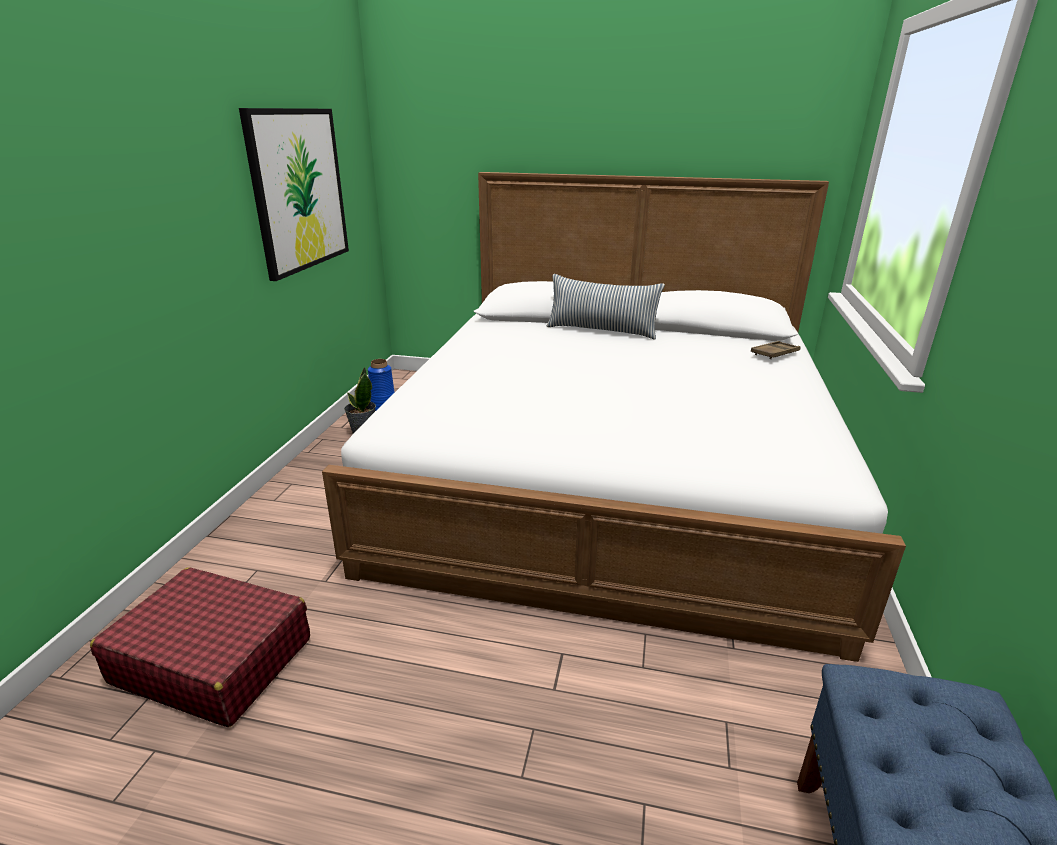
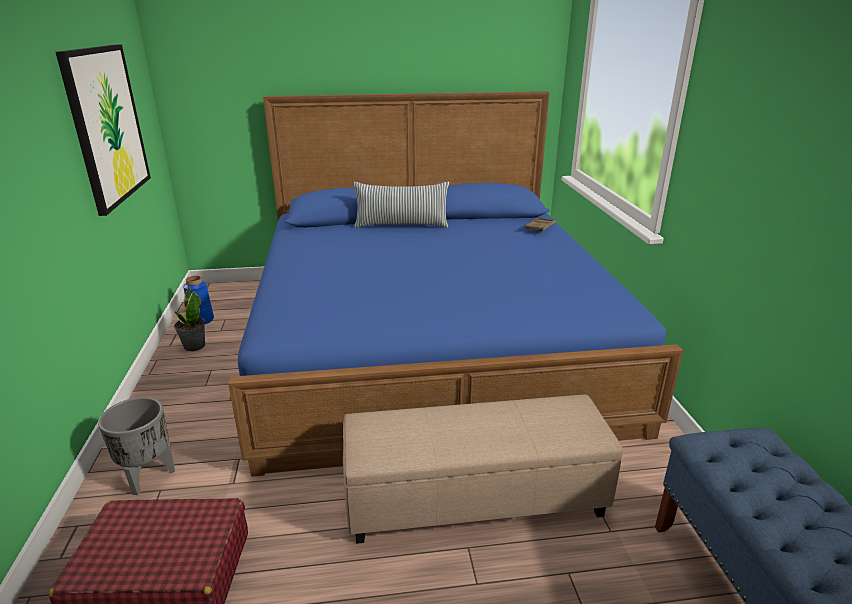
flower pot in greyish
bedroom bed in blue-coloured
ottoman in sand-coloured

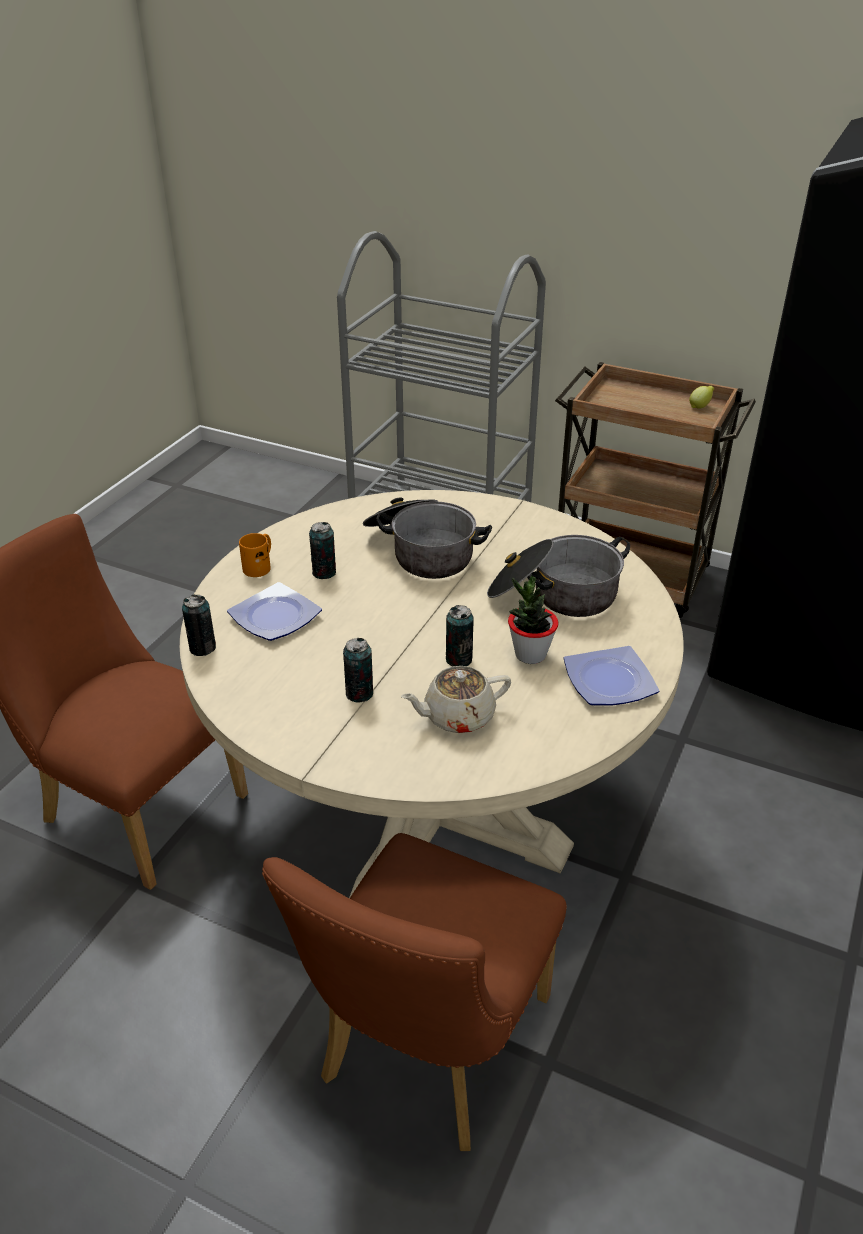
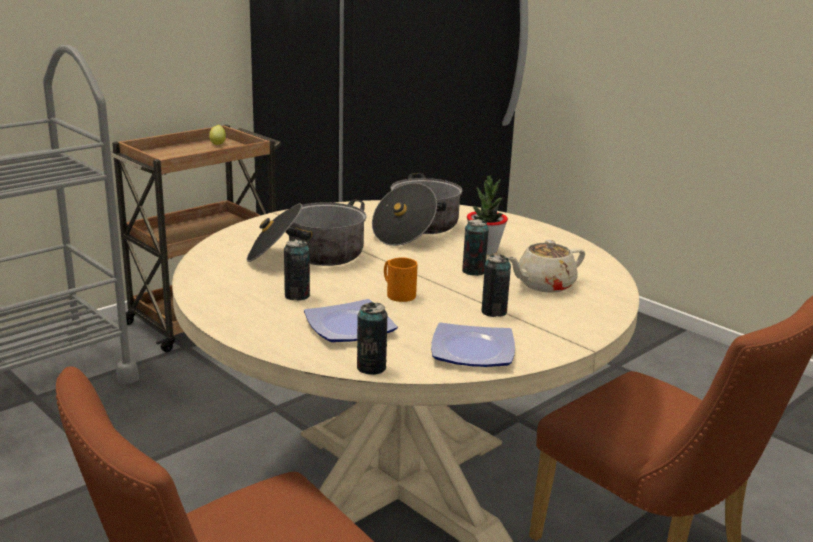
mug in orange
flat dish (no. 2 from left)
tea pot in sand-coloured

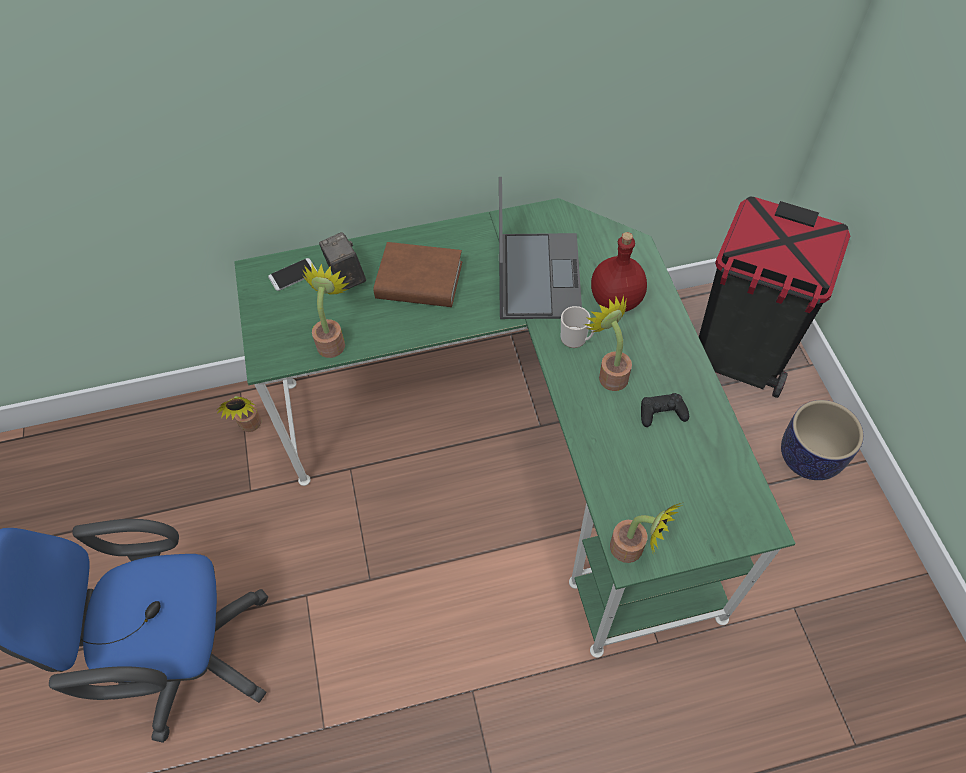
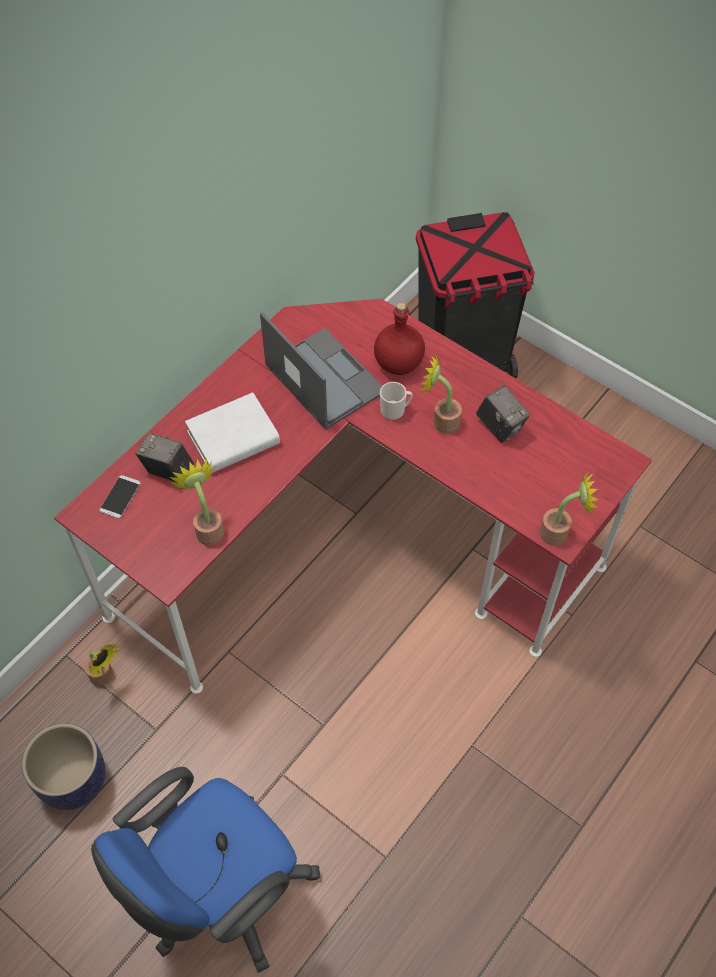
flower pot
desk in red-coloured
book in whitish
photo camera (no. 2 from left)

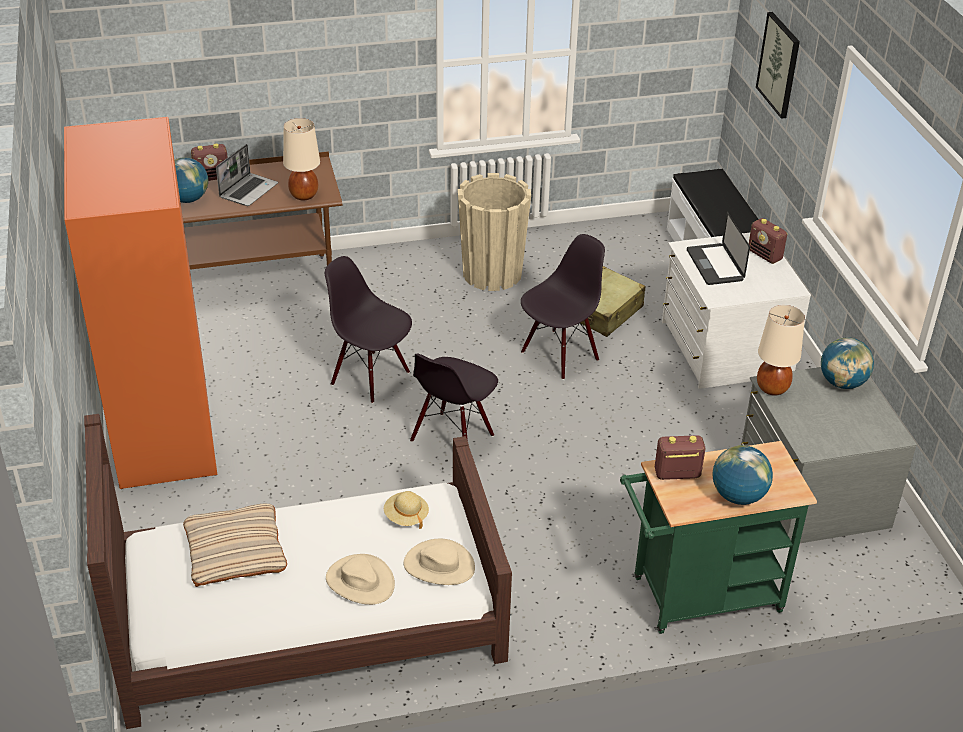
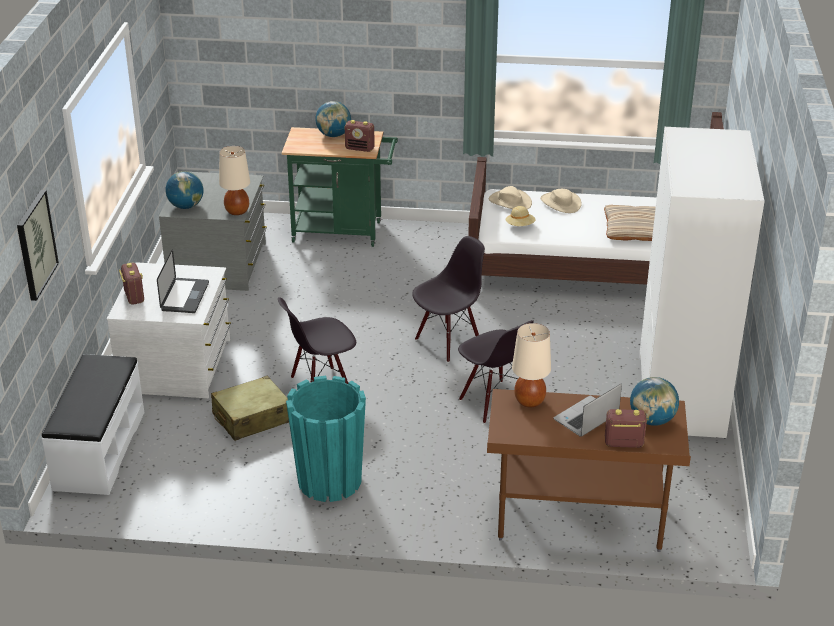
flower pot in turquoise-coloured
armoire in whitish

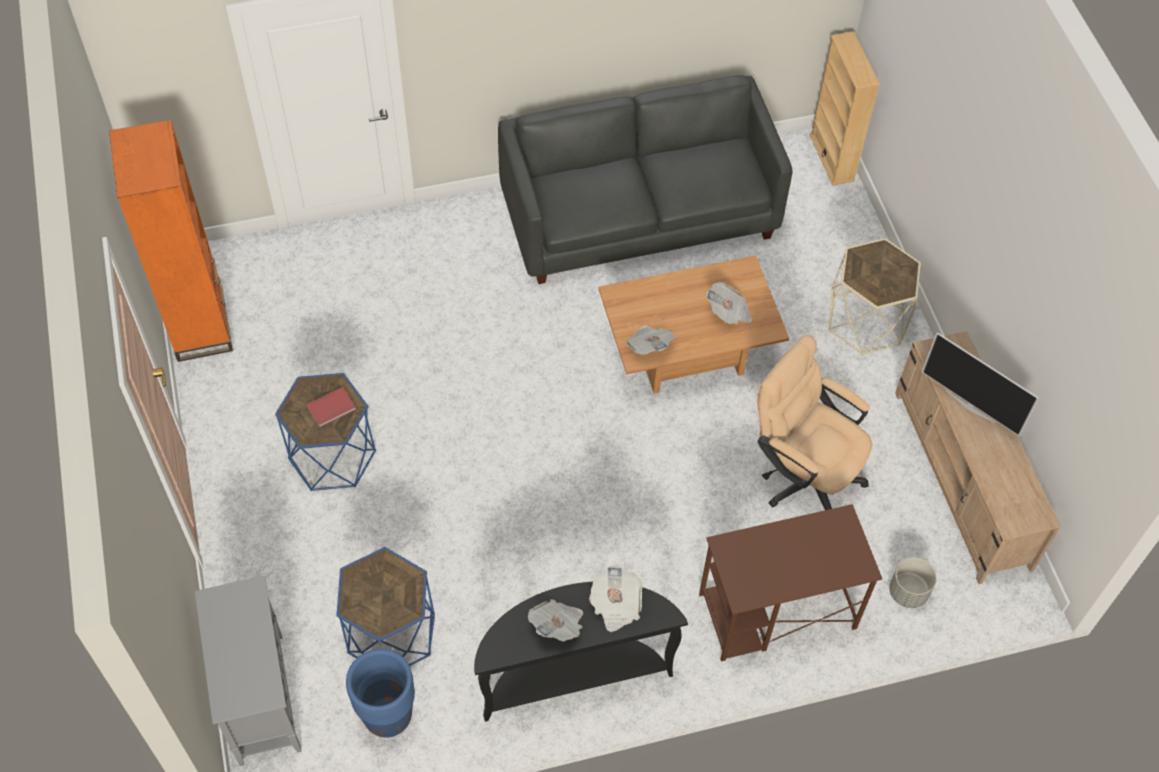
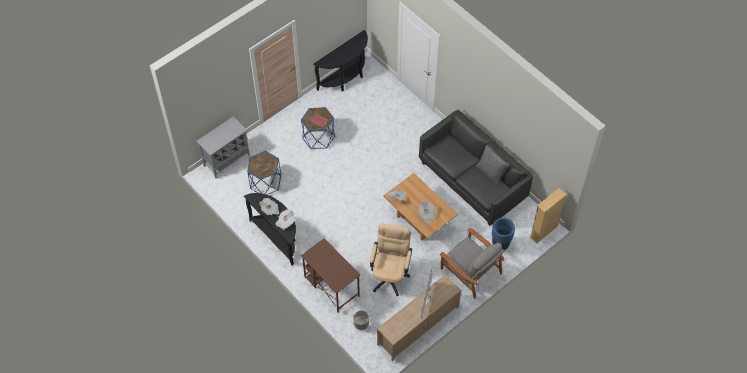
narrow table in black (no. 2 from left)
easy chair in greyish
cushion in greyish
flower pot in blue-coloured

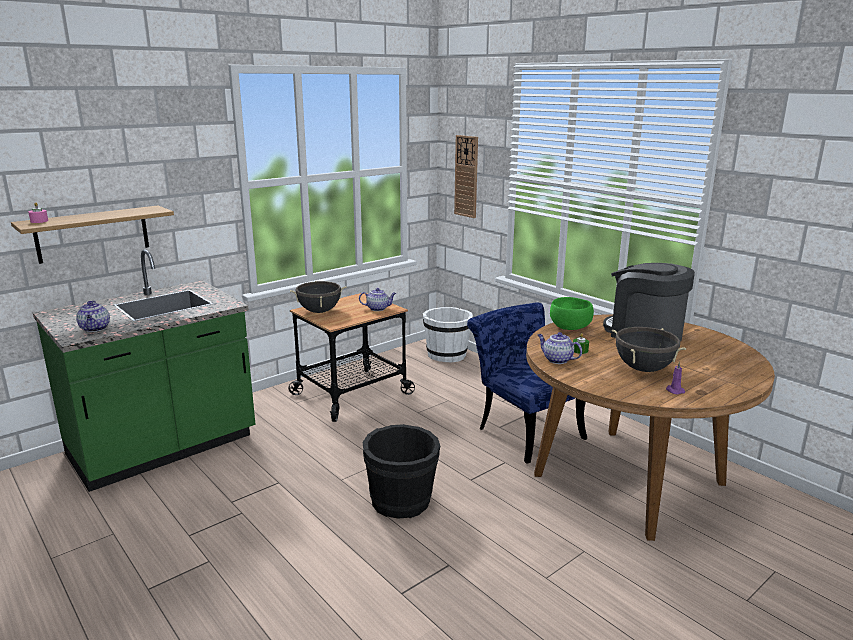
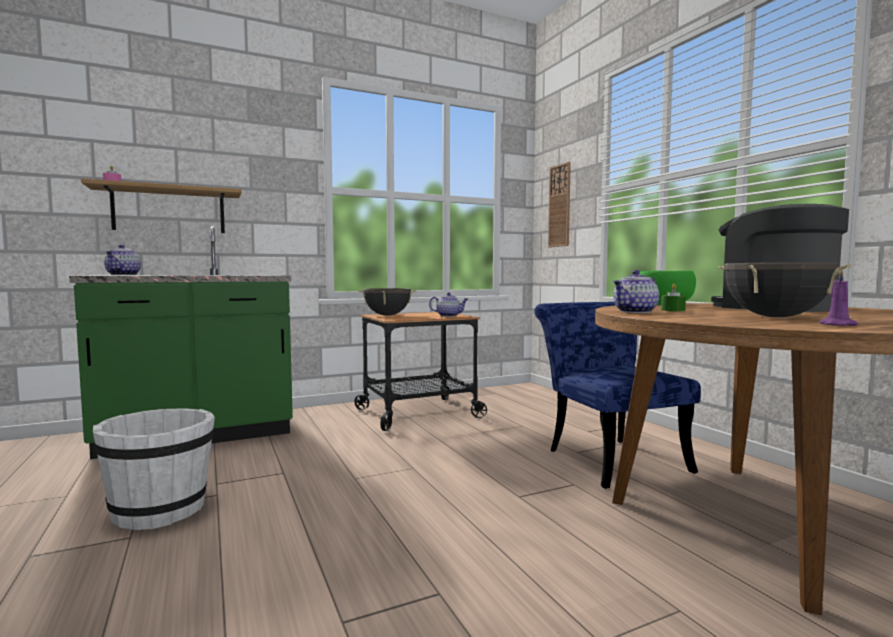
water bucket in whitish
tea pot (no. 3 from left)
water bucket in black

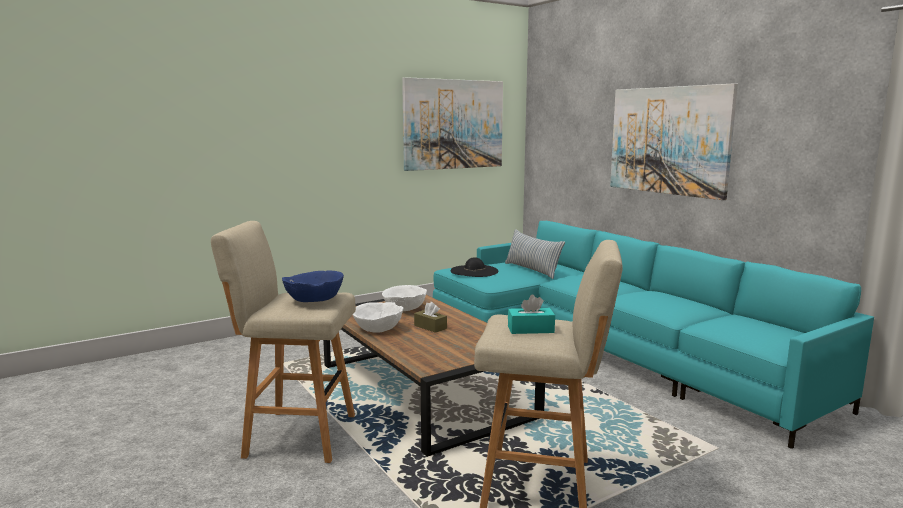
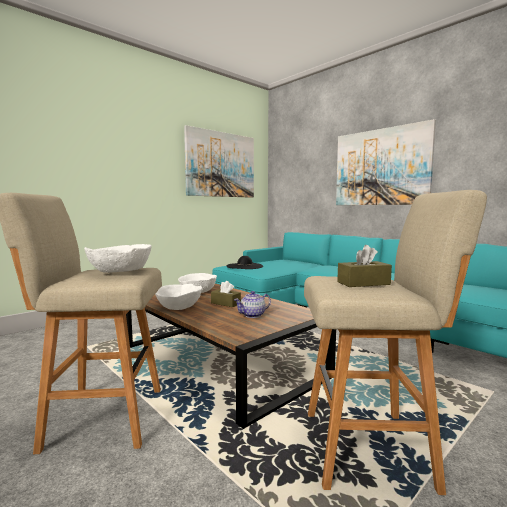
bowl in whitish (no. 1 from left)
tea pot
tissue holder in brown-coloured (no. 2 from left)
cushion

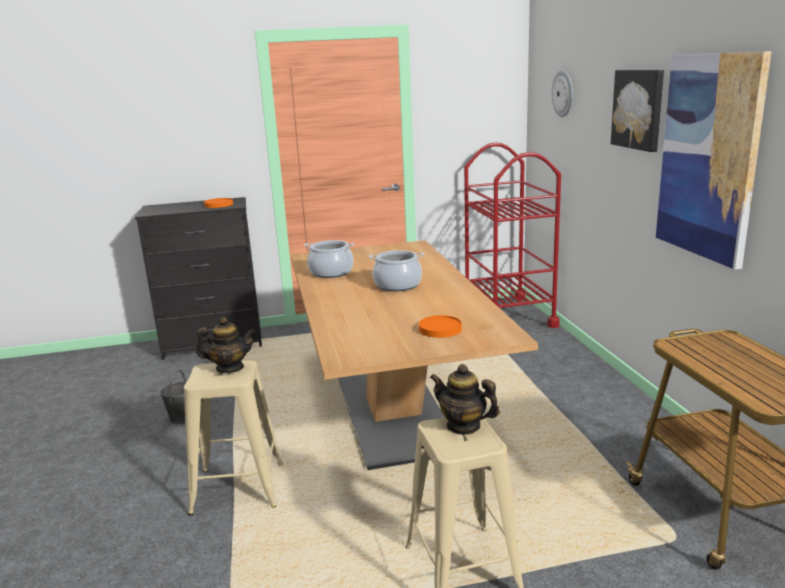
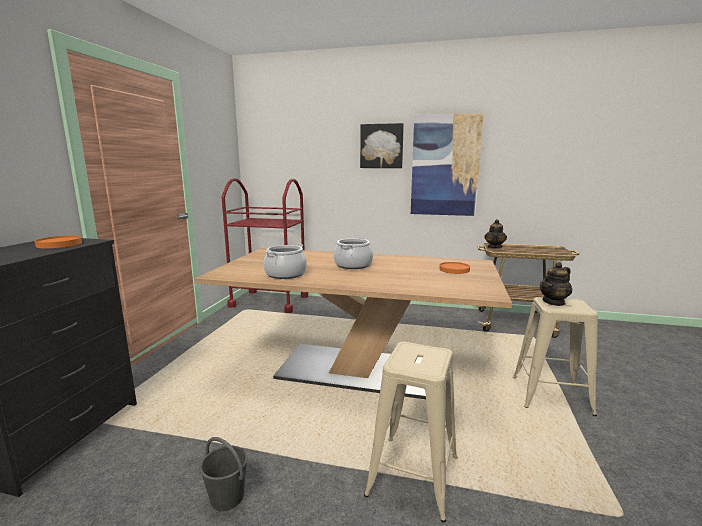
tea pot (no. 1 from left)
hanging clock

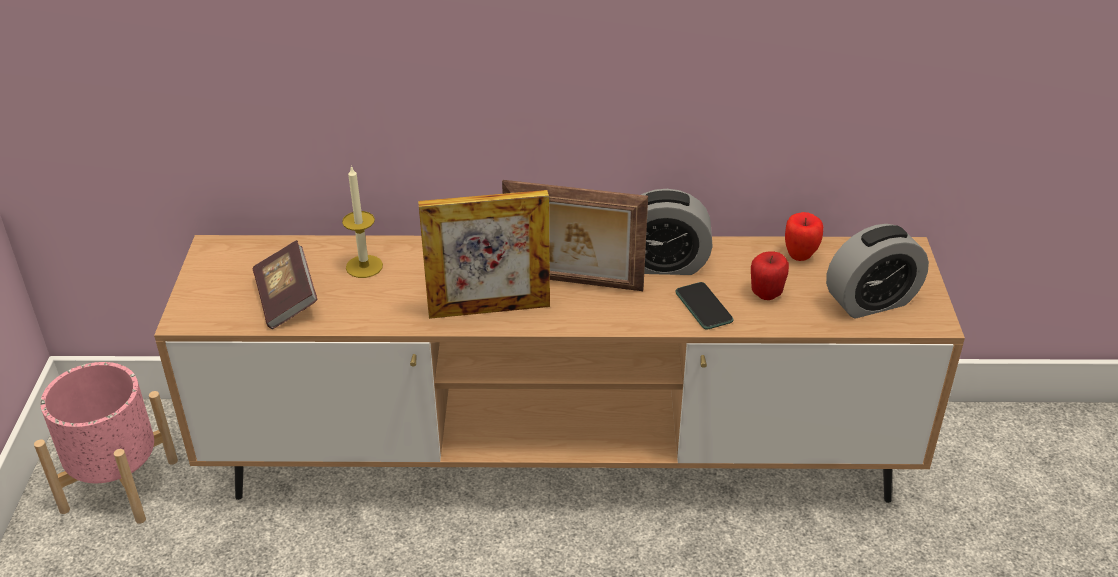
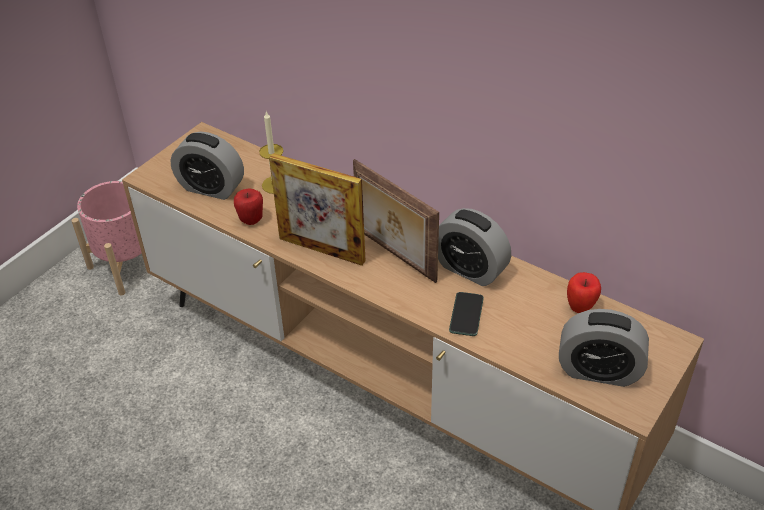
bedside clock (no. 1 from left)
apple (no. 1 from left)

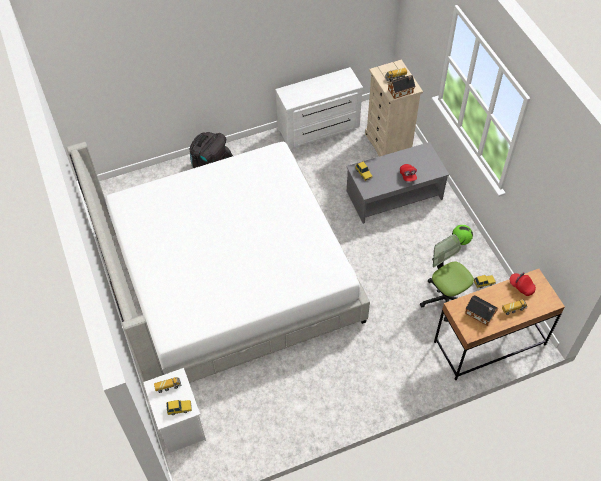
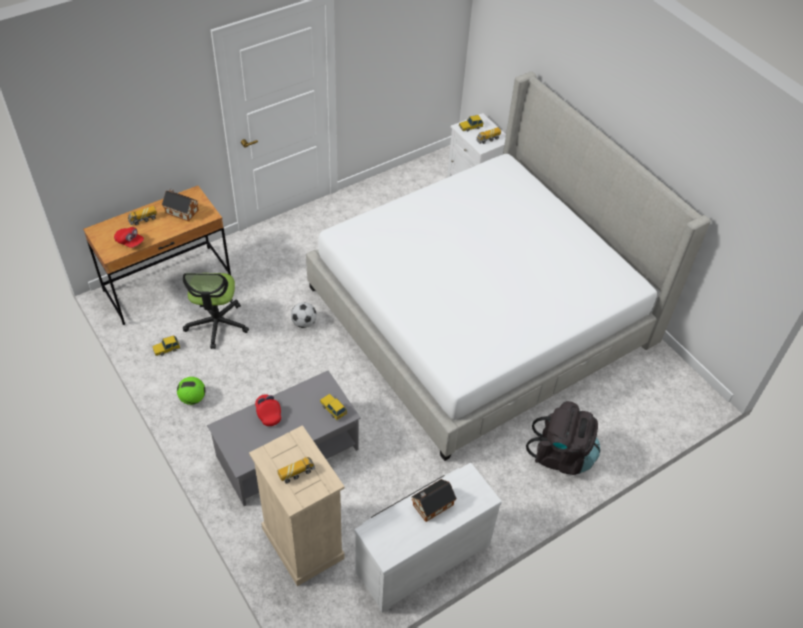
computer chair
football (no. 2 from left)
model house (no. 2 from left)

